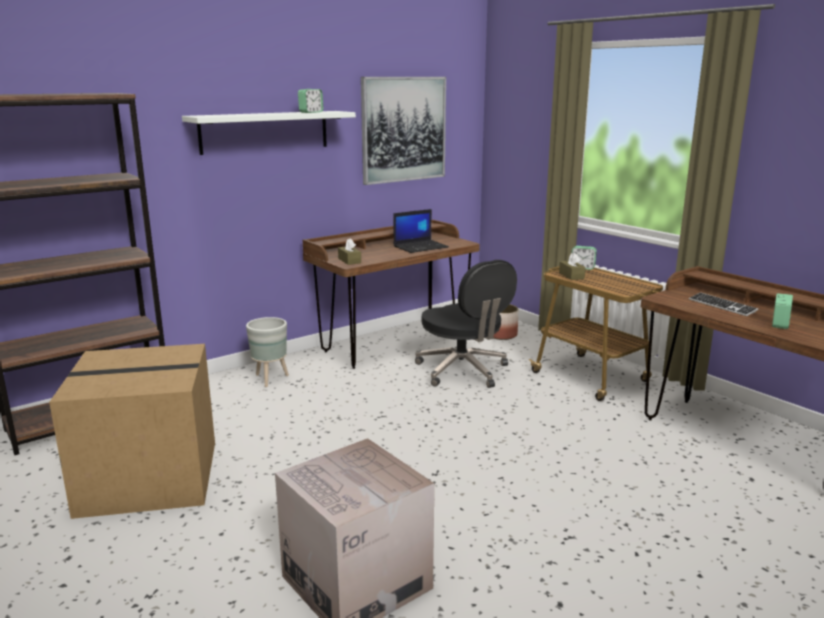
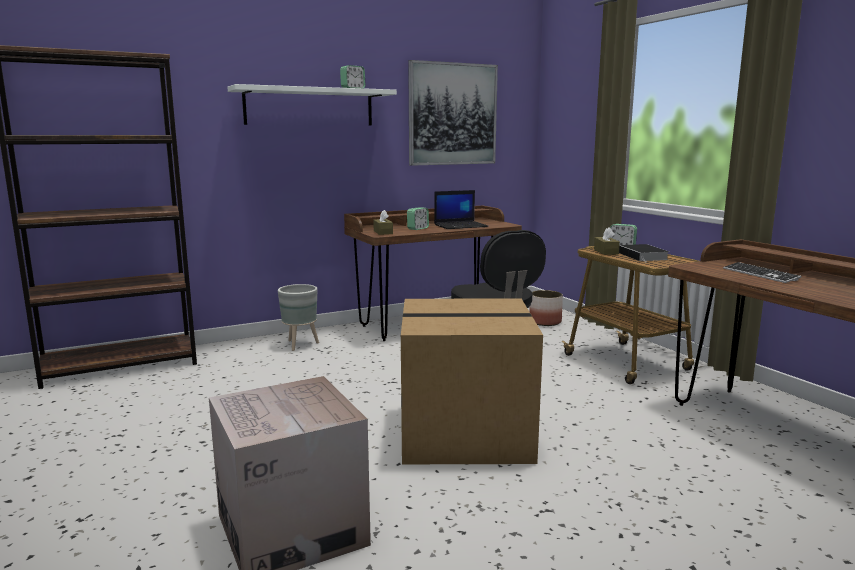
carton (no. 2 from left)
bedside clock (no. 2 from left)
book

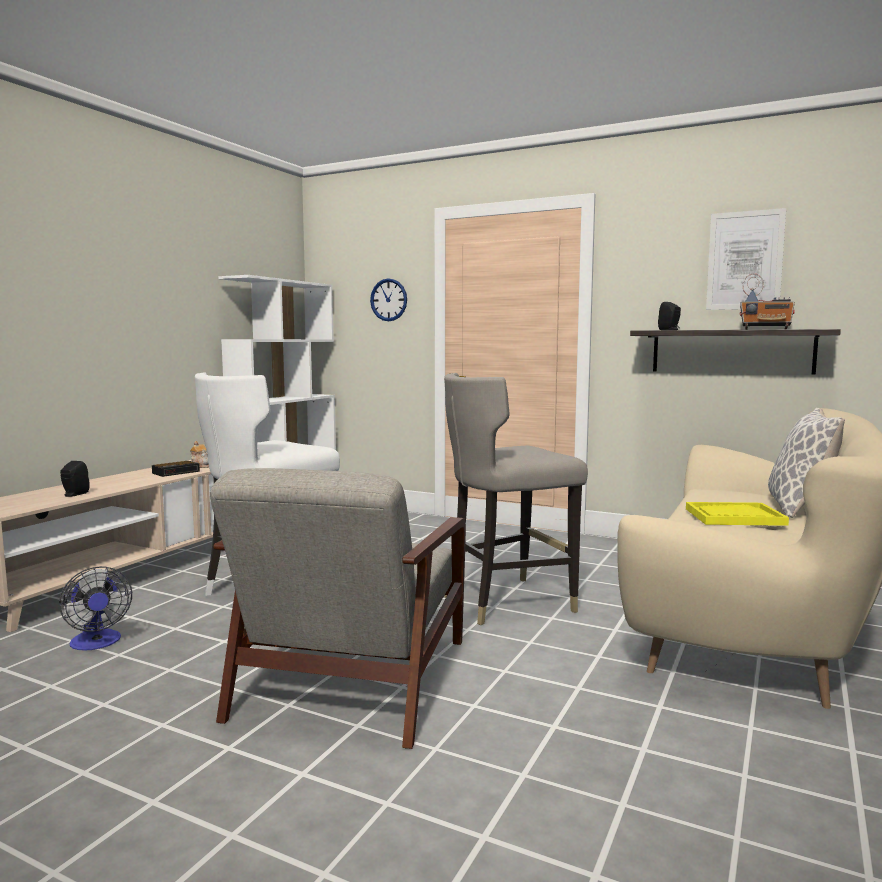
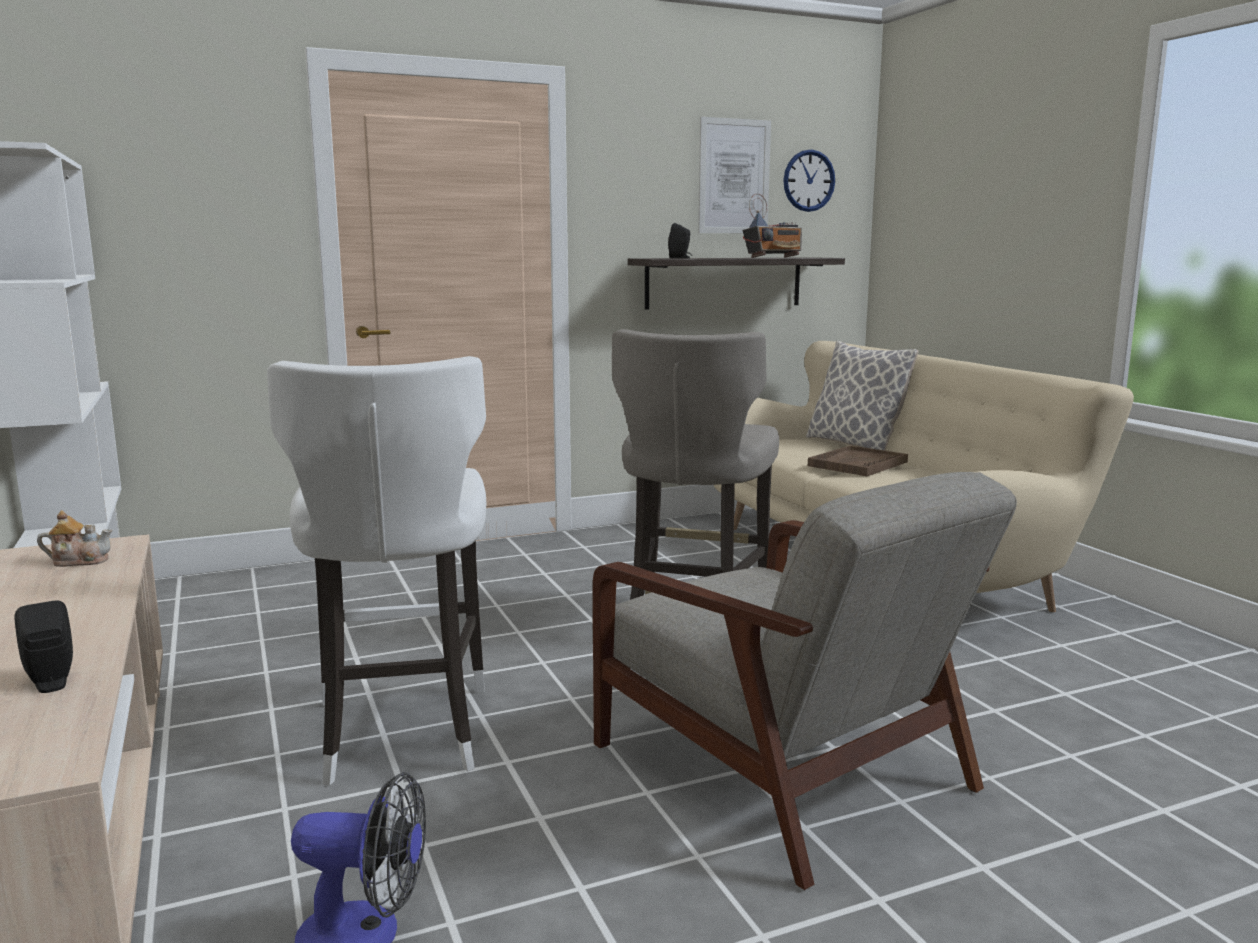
hanging clock
carrying tray in brown-coloured
bedside clock

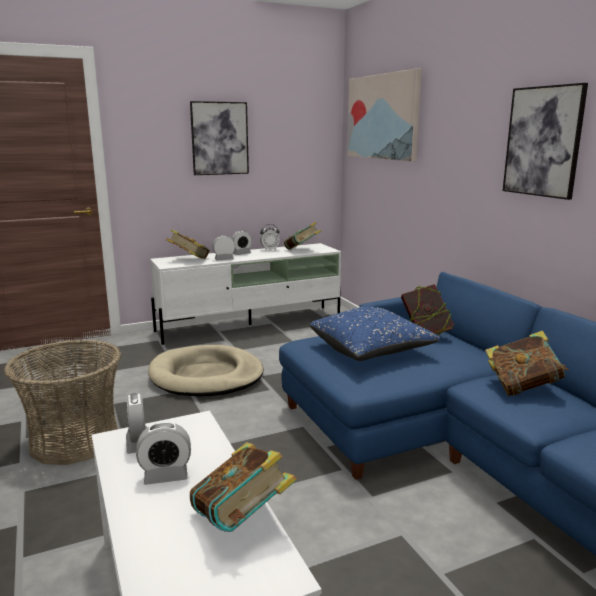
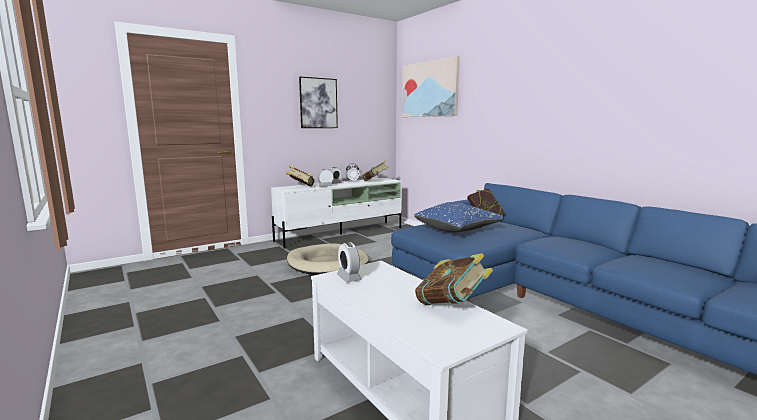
household basket
bedside clock (no. 2 from left in the first image)
book (no. 5 from left in the first image)
wall picture (no. 3 from left in the first image)

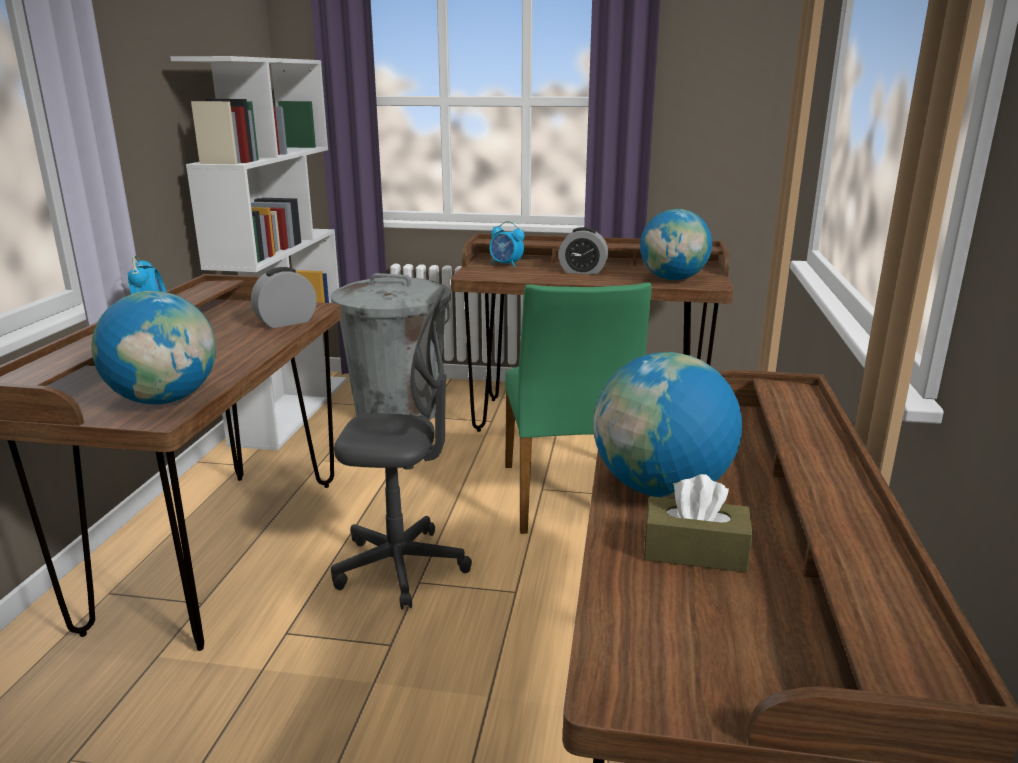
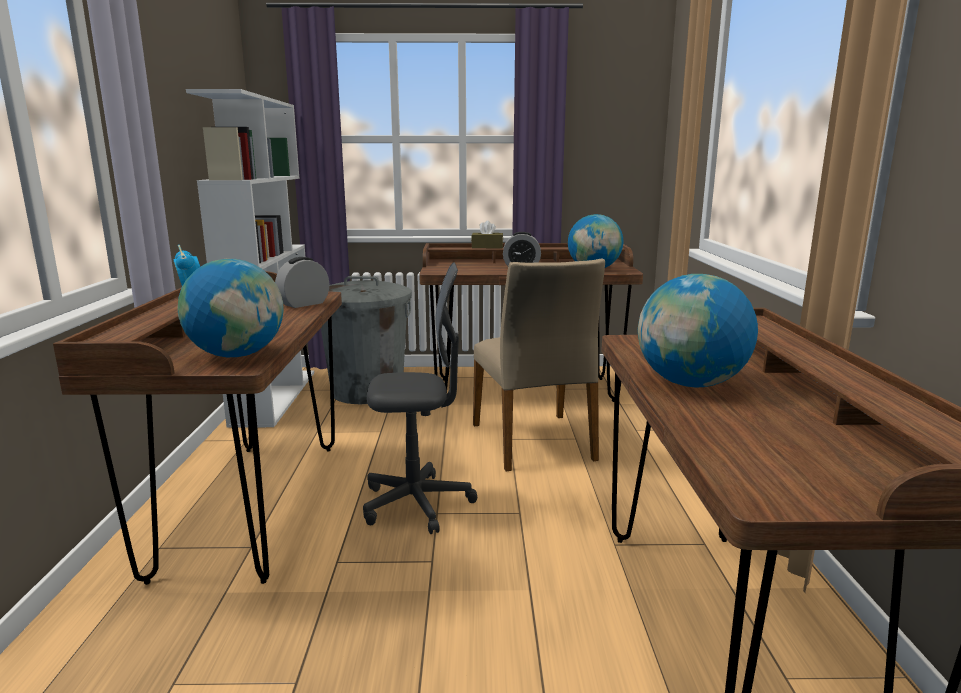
tissue holder in brown-coloured
upright chair in sand-coloured
bedside clock (no. 3 from left in the first image)

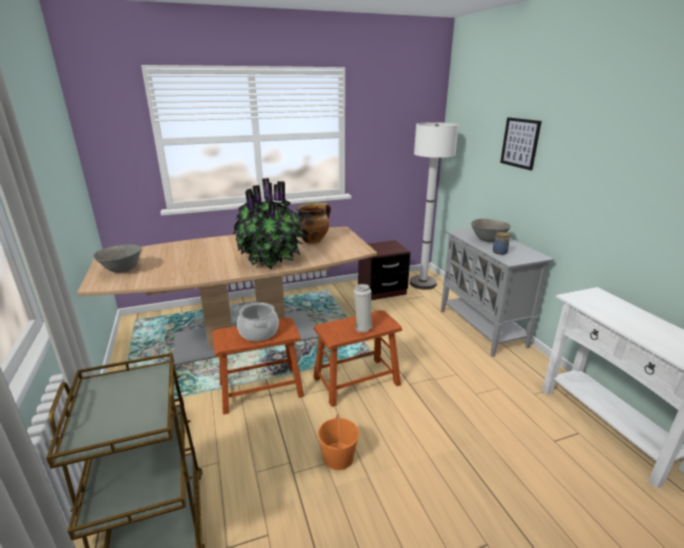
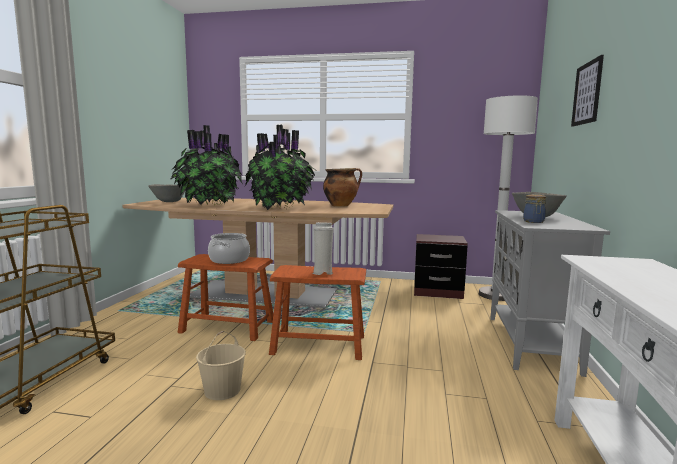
potted plant (no. 1 from left)
water bucket in sand-coloured

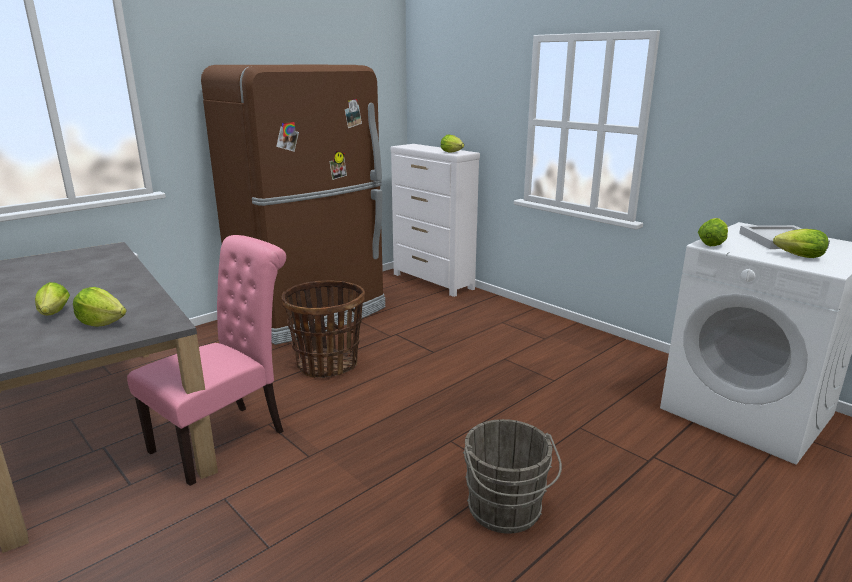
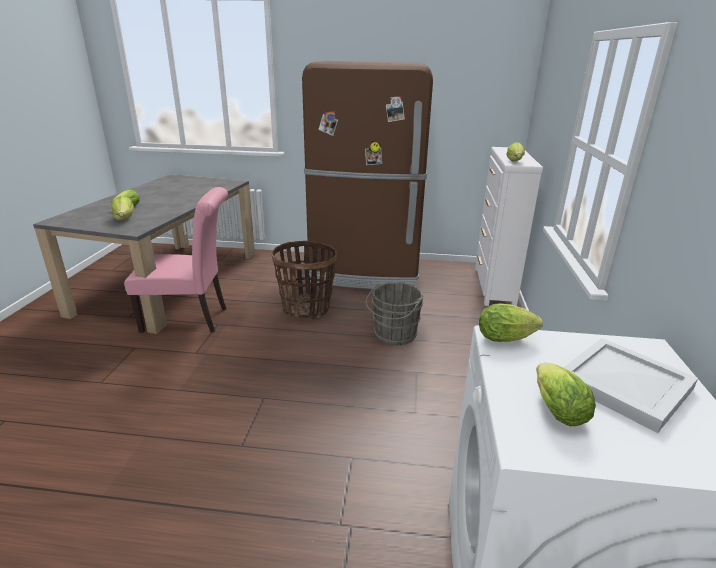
water bucket in greyish

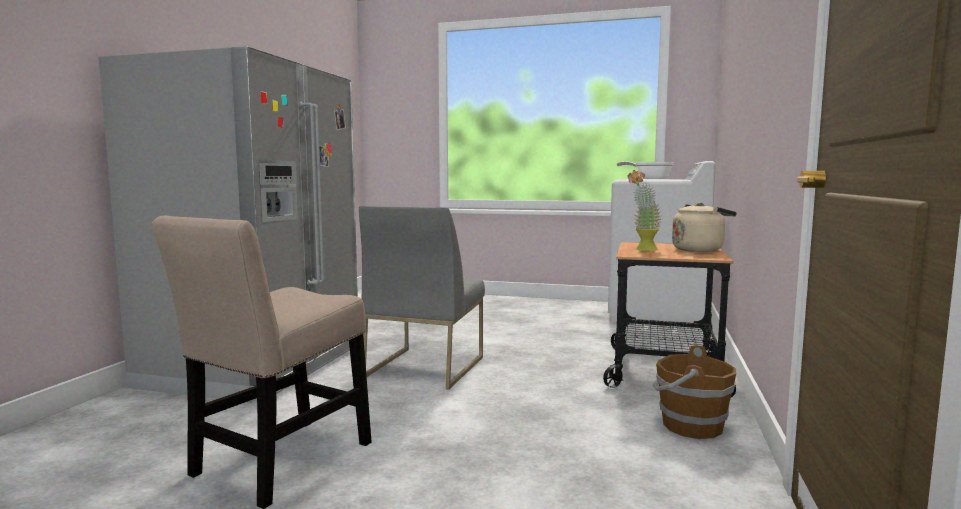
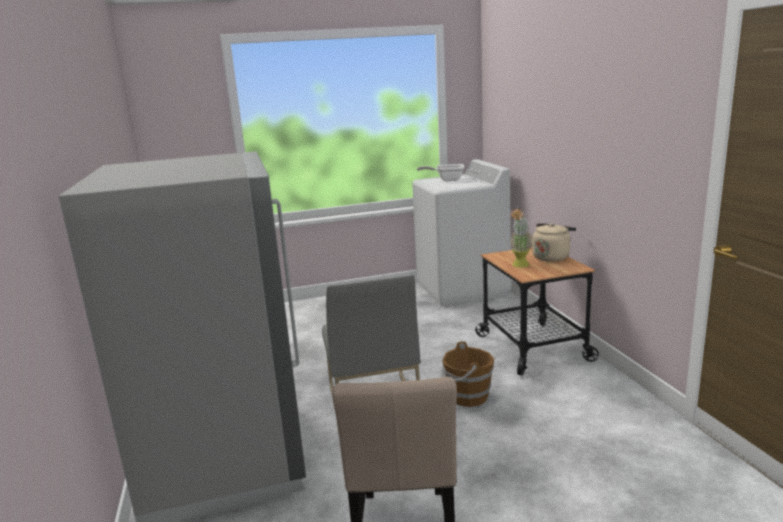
water bucket in brown-coloured

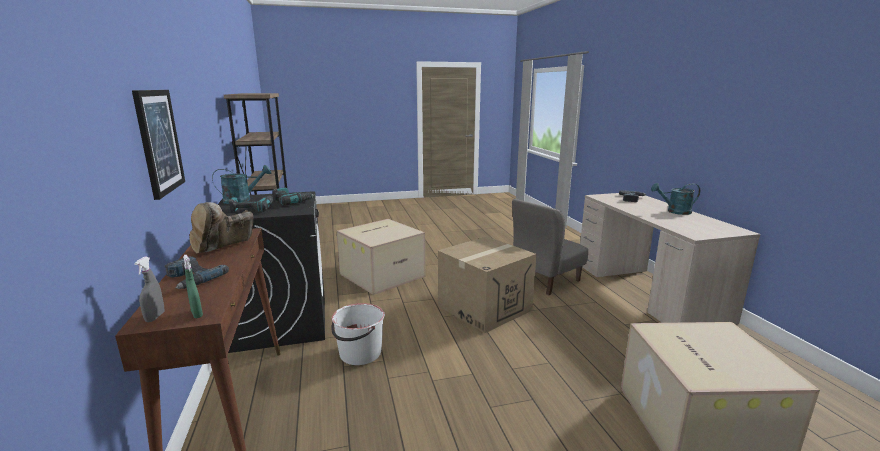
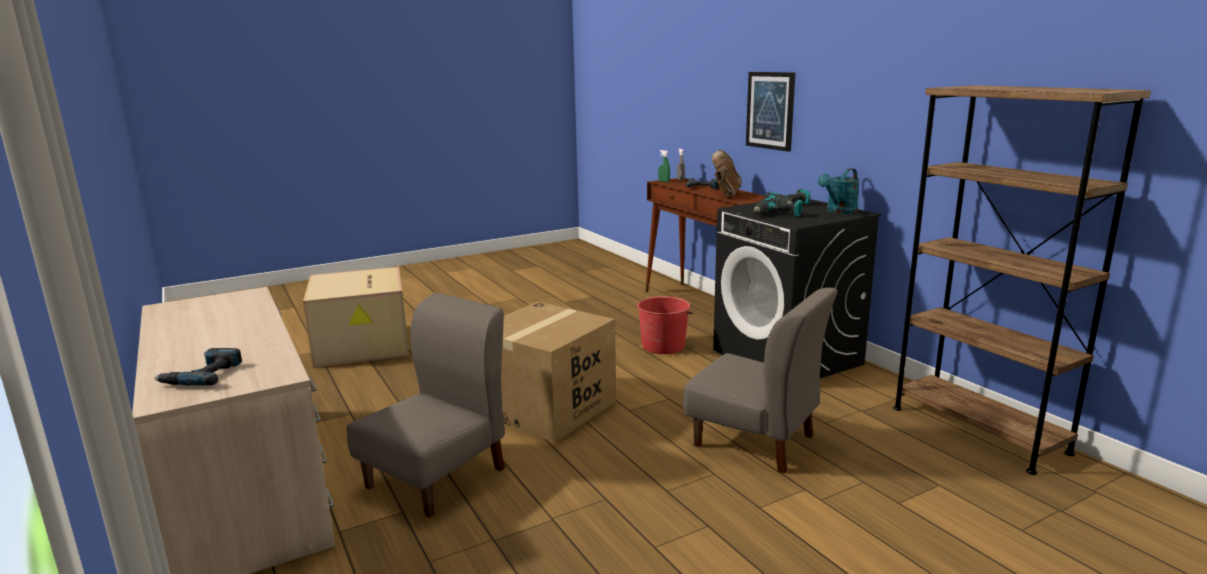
water bucket in red-coloured
upright chair in greyish (no. 2 from left)
watering can in turquoise-coloured (no. 2 from left in the first image)

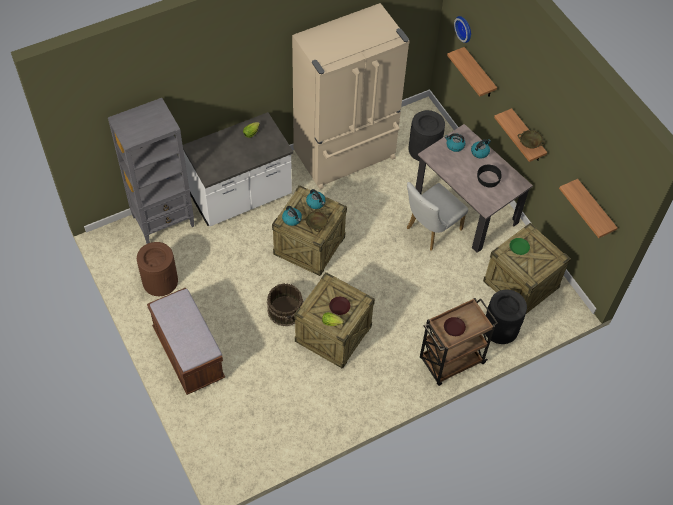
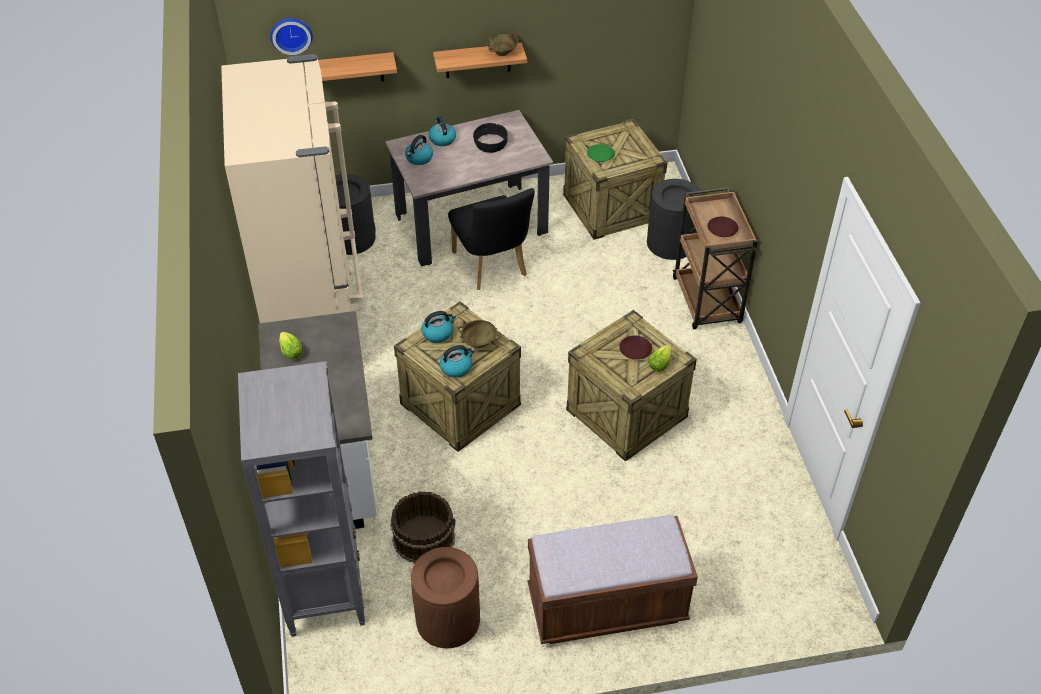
water bucket in brown-coloured
upright chair in black
wall shelf (no. 3 from left in the first image)

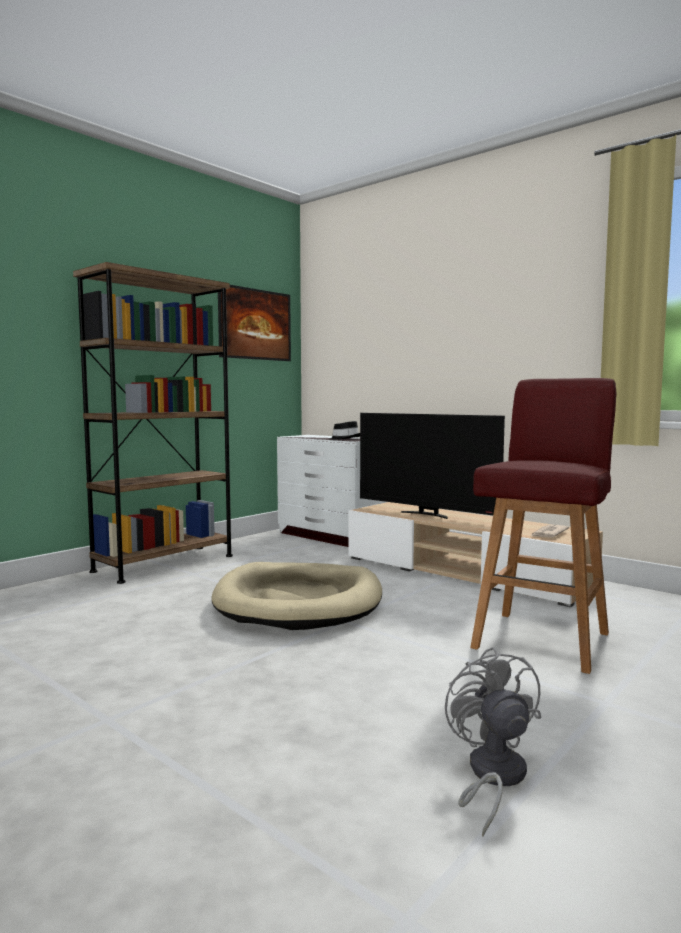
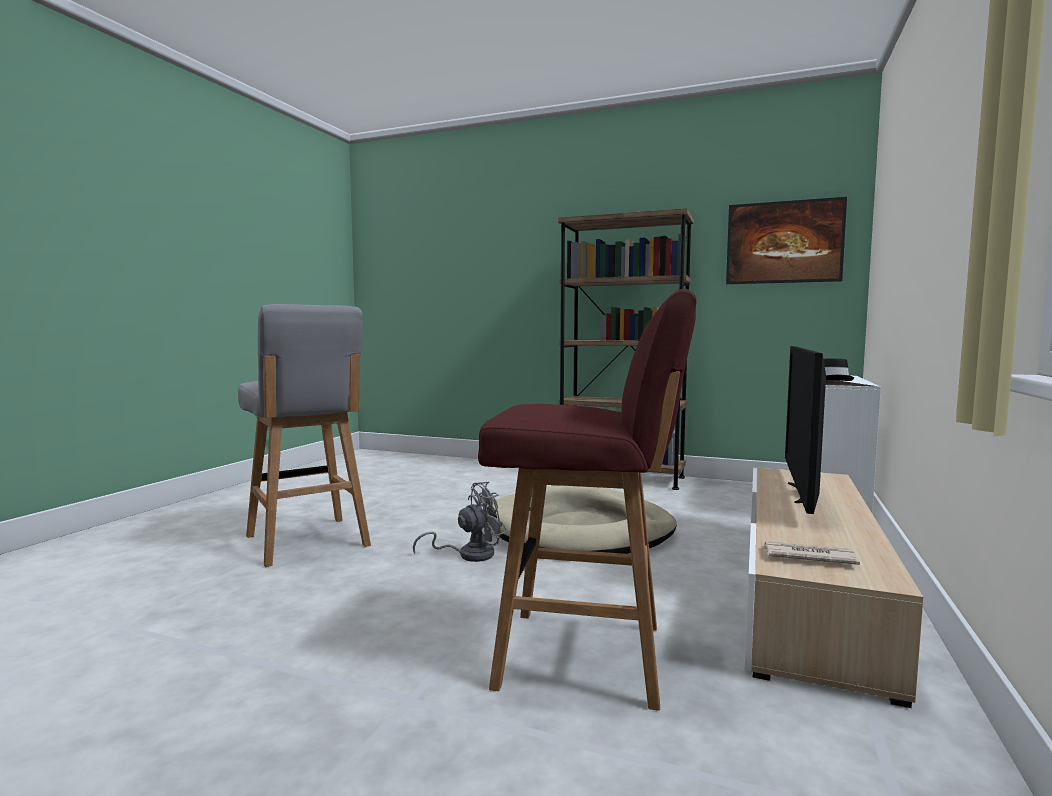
stool in greyish
electric fan in greyish

